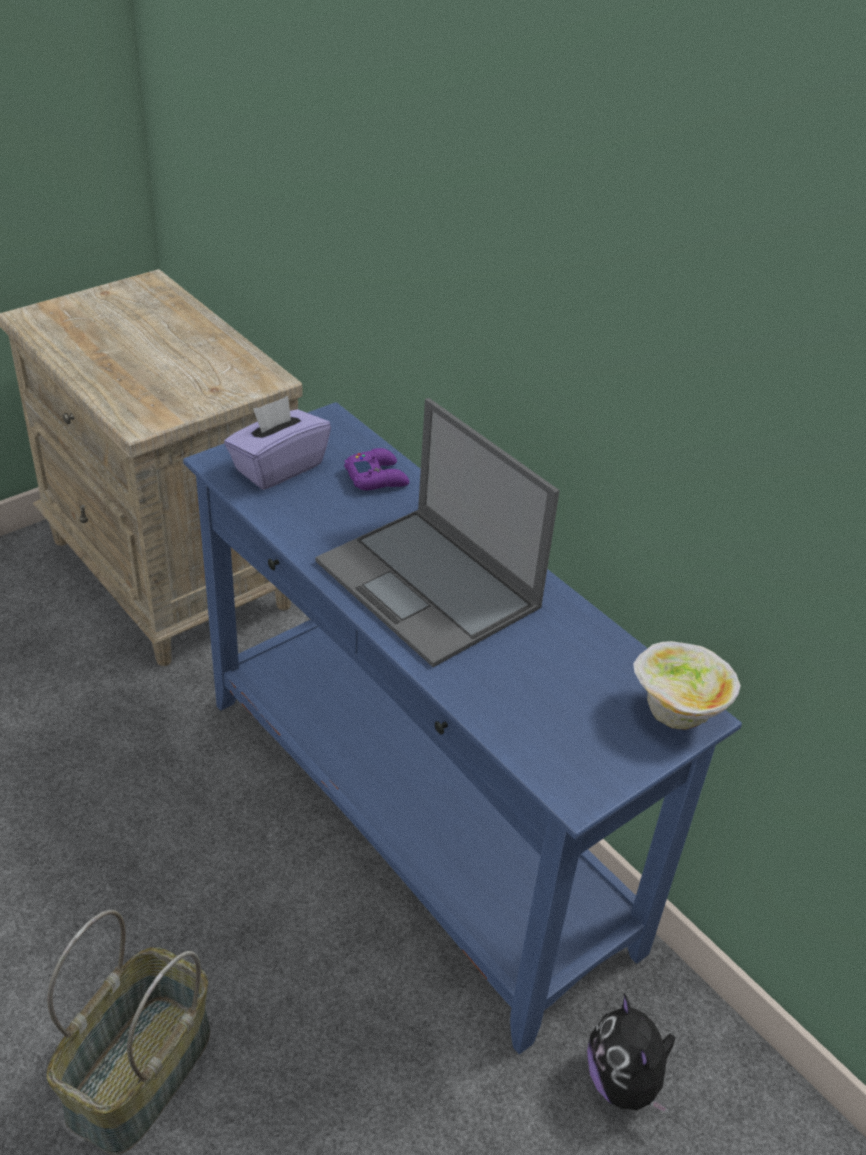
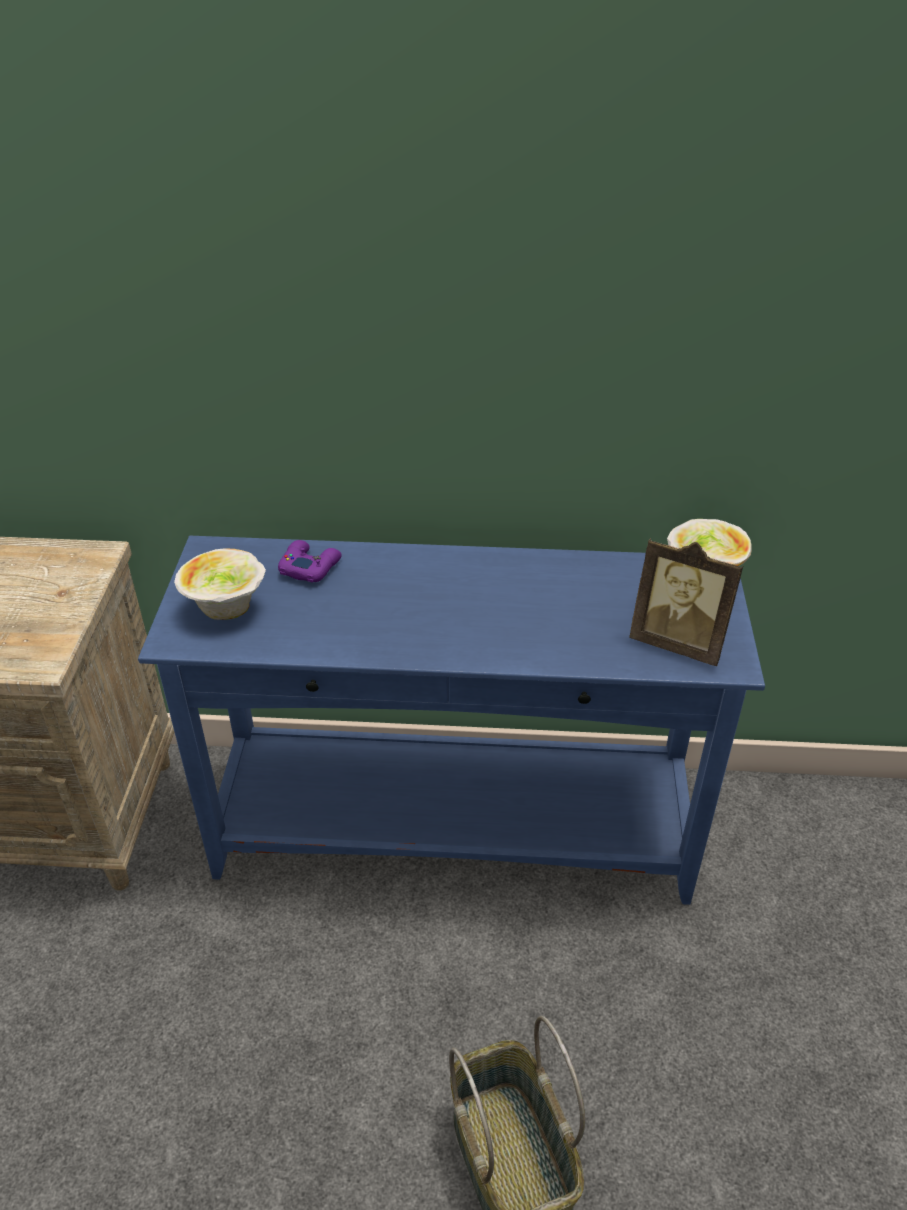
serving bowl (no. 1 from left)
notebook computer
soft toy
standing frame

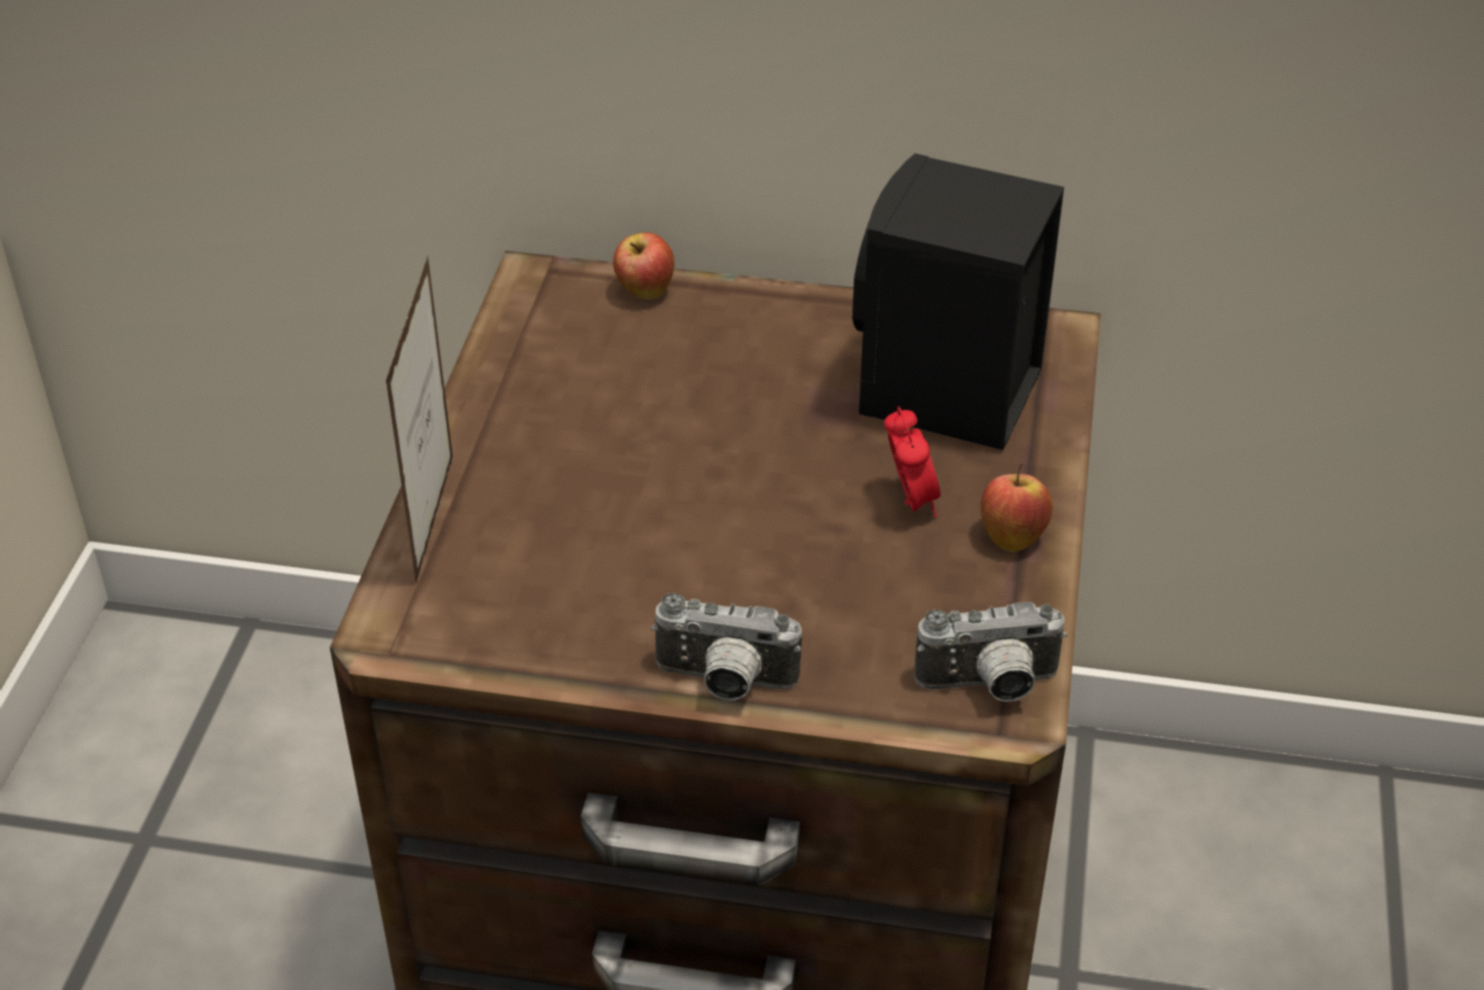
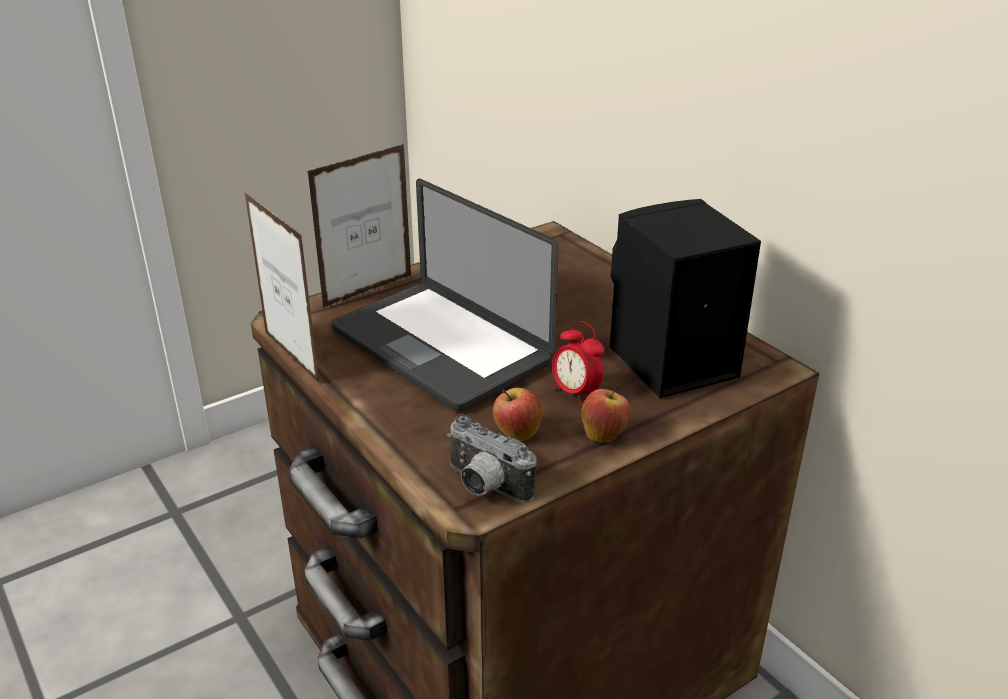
apple (no. 1 from left)
still camera (no. 1 from left in the first image)
bedside clock
standing frame (no. 1 from left)
notebook computer

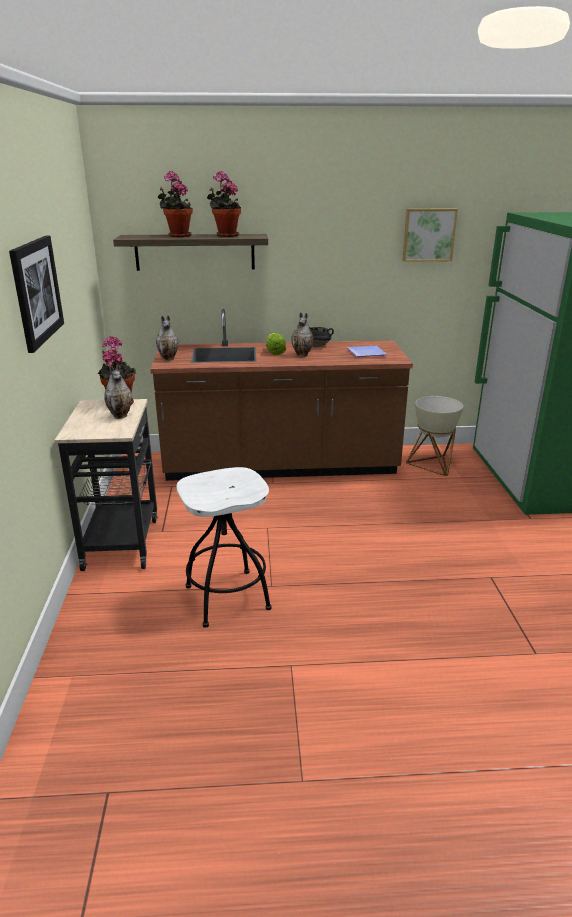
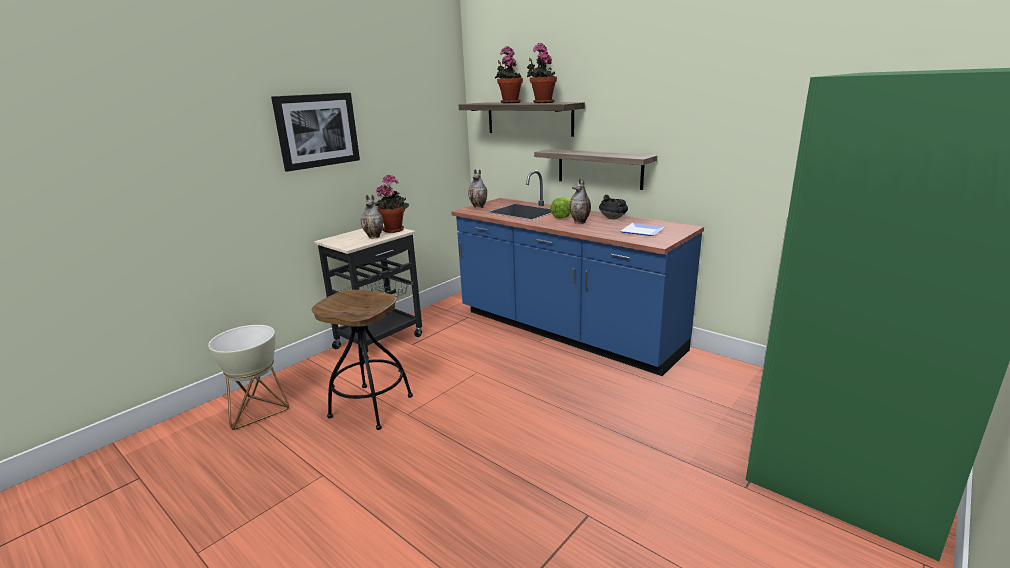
blue-coloured kitchen base unit
brown-coloured stool
wall art (no. 2 from left in the first image)
plant pot
wall shelf (no. 2 from left)

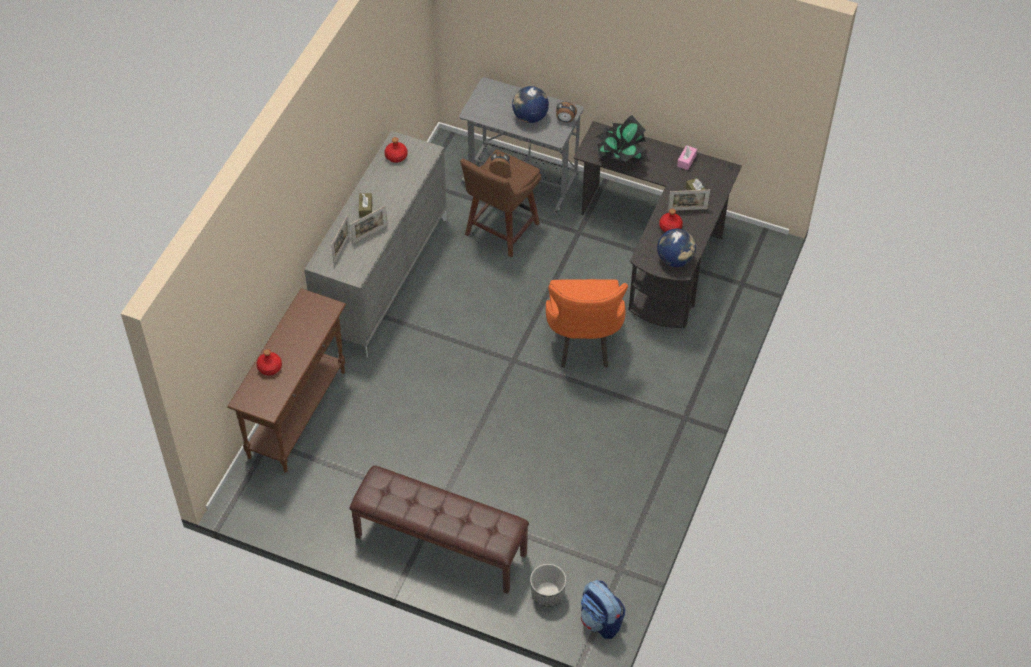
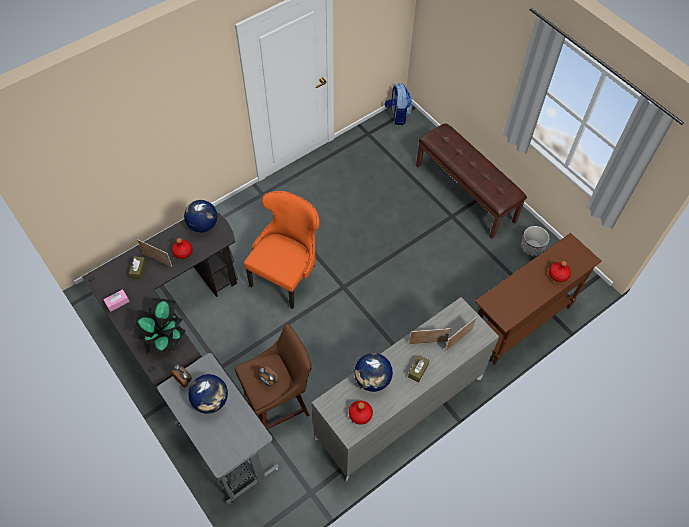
plant pot
world globe (no. 3 from left)

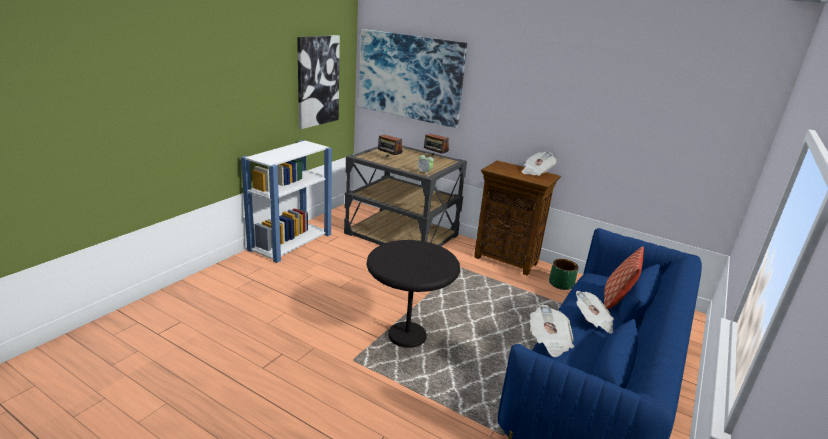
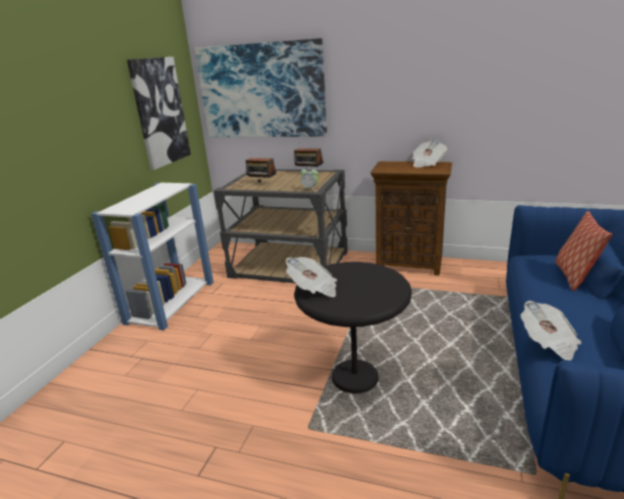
green-coloured plant pot
printed paper (no. 1 from left)

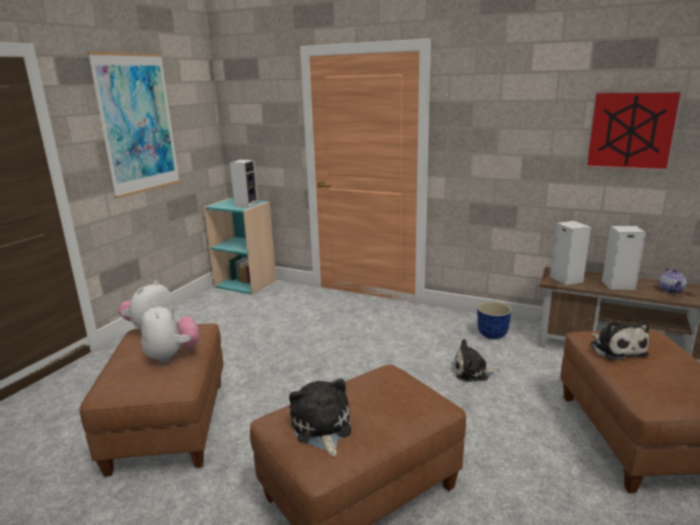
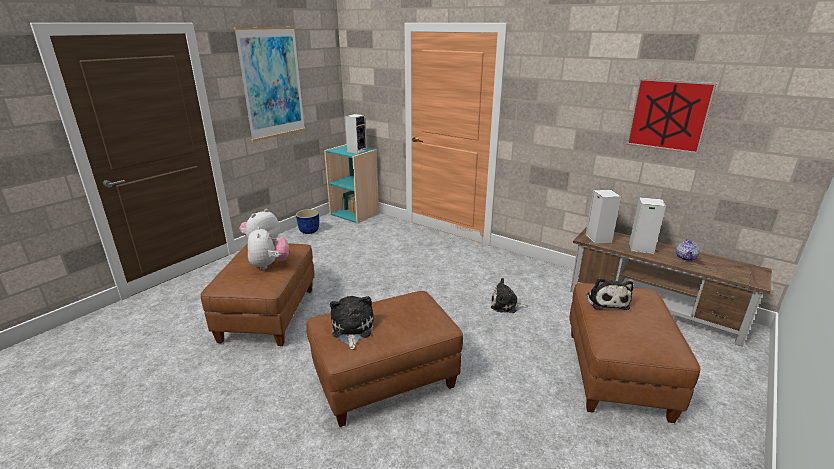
plant pot

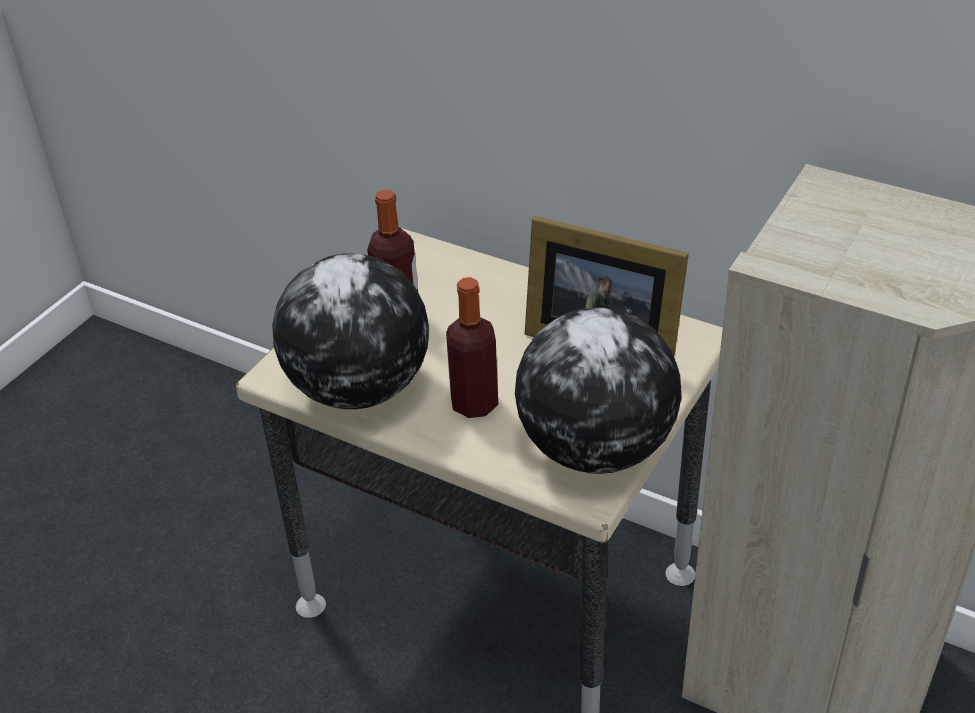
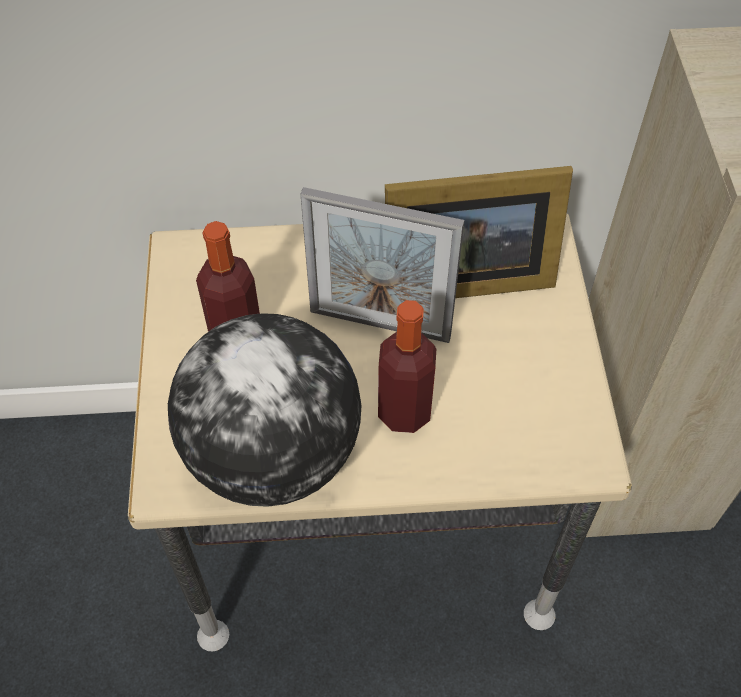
world globe (no. 2 from left in the first image)
standing frame (no. 1 from left)

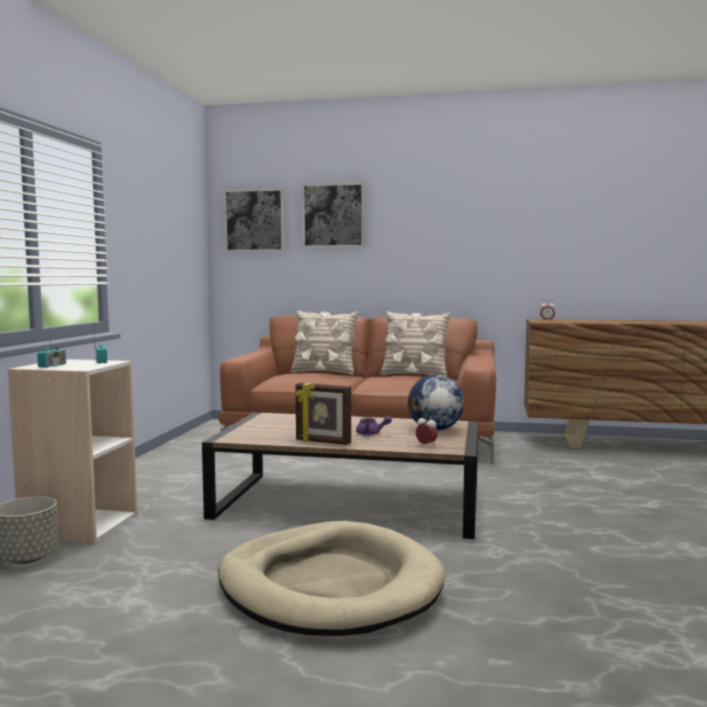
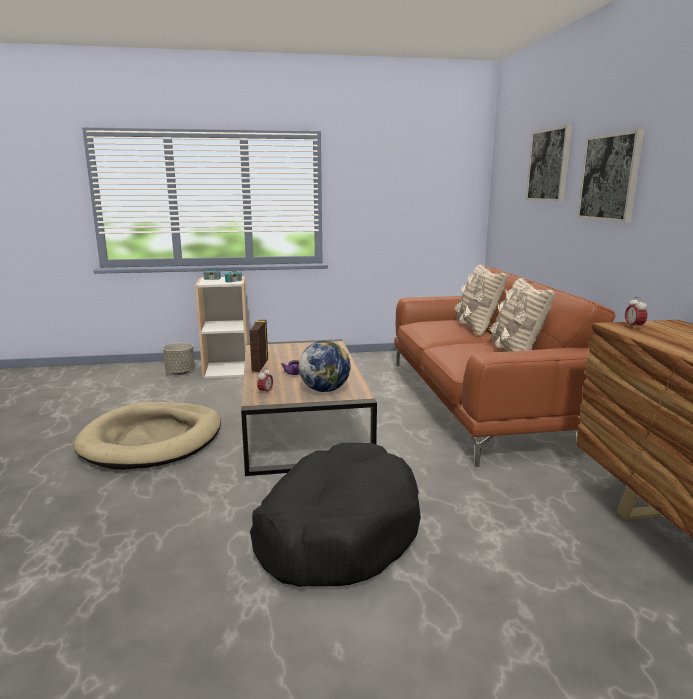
wall art (no. 2 from left)
black pet bed

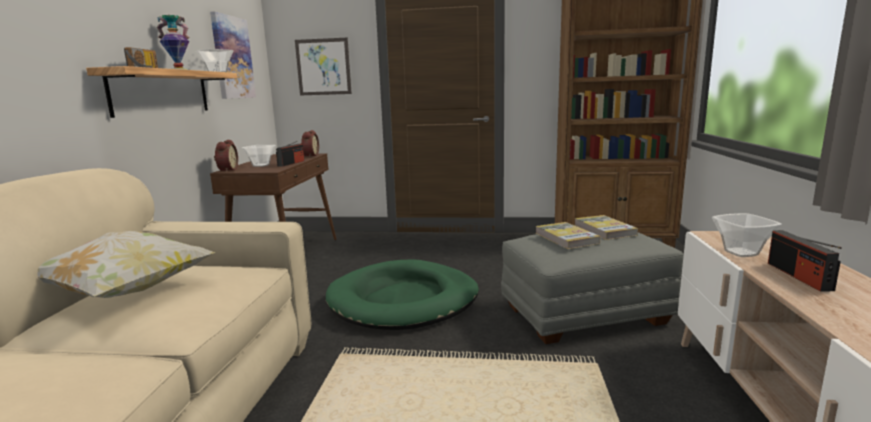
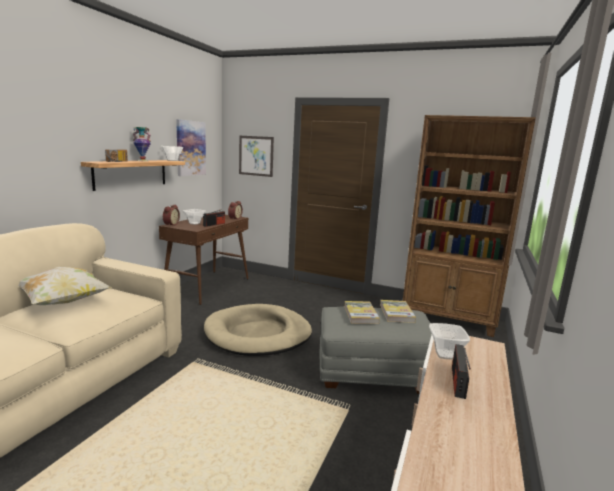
beige-coloured pet bed

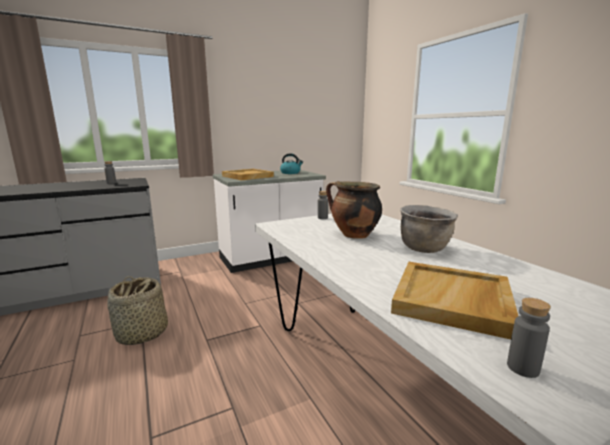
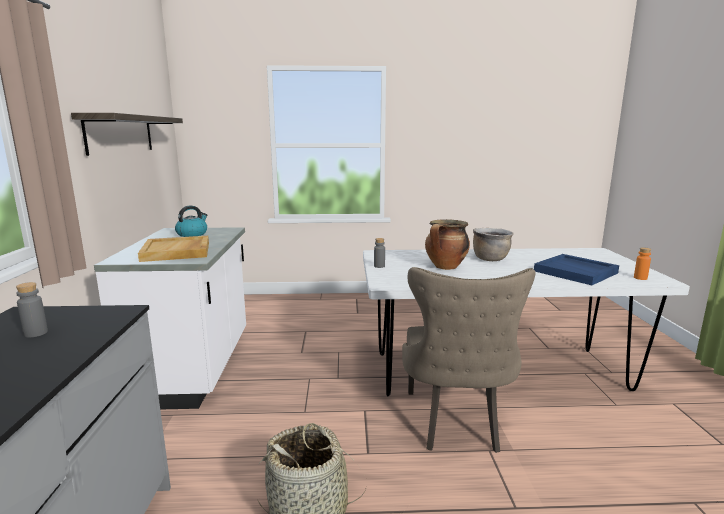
blue-coloured serving tray
orange-coloured bottle
wall shelf
beige-coloured chair

